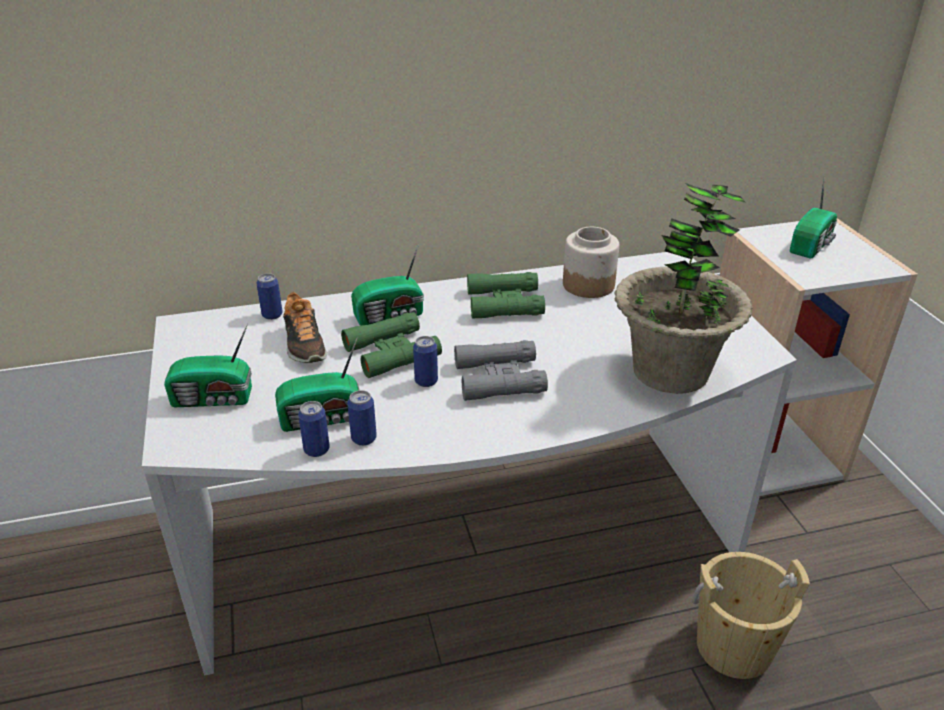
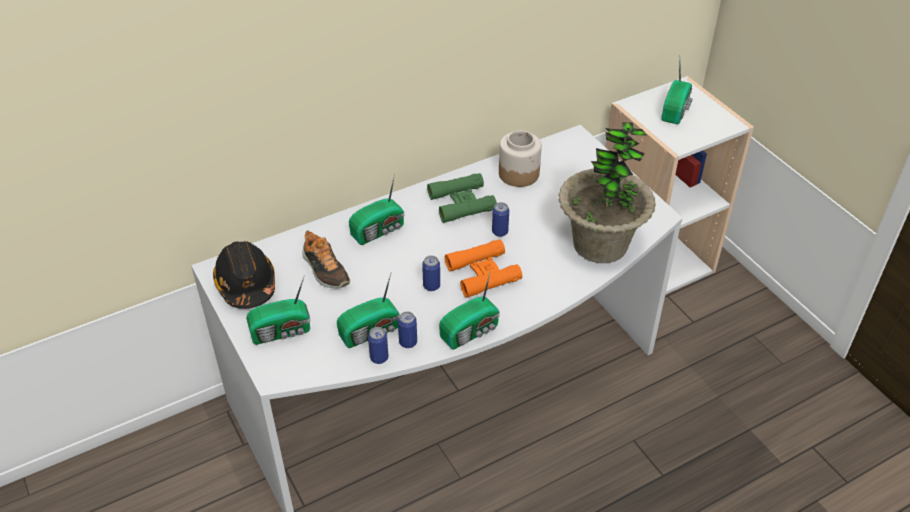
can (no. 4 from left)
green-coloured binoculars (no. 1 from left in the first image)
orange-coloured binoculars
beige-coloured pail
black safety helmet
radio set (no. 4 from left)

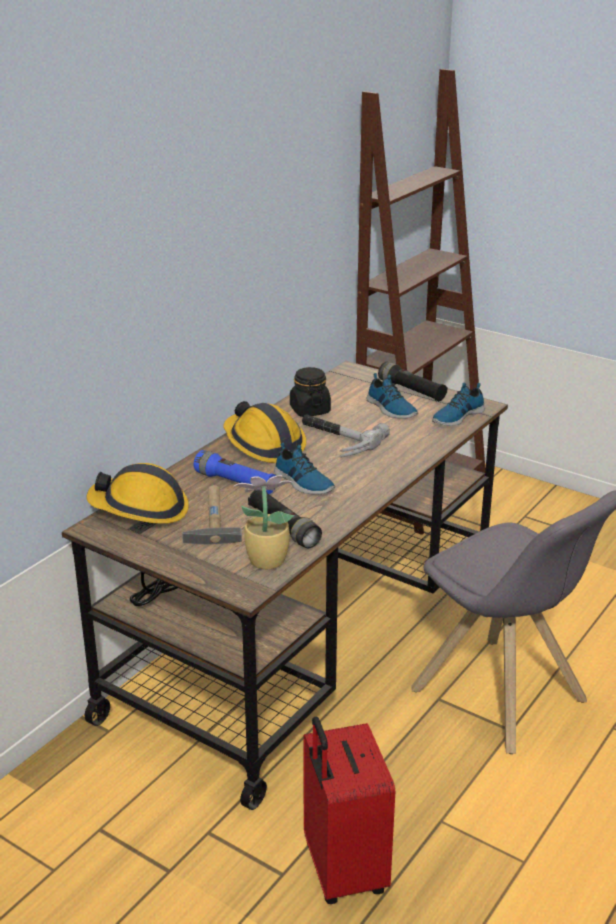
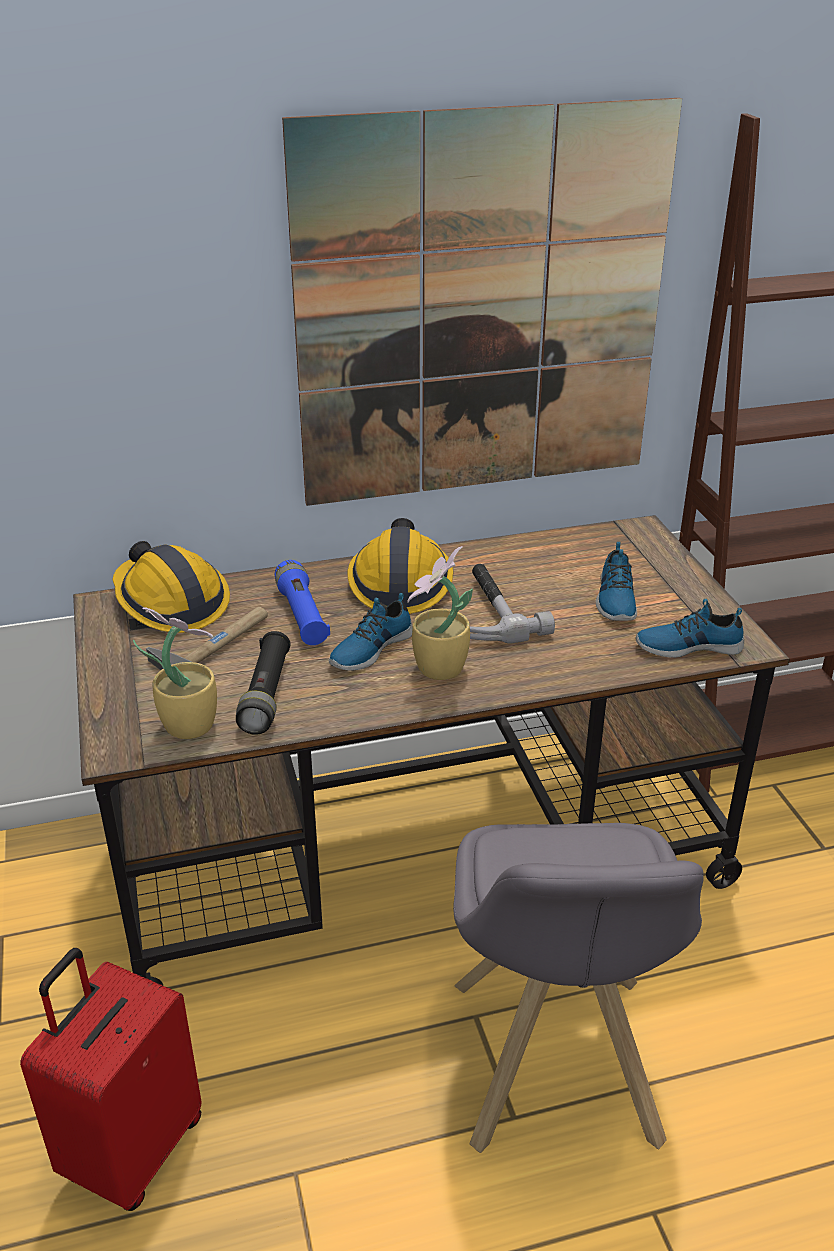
low shoe (no. 1 from left)
black jar
black torch (no. 2 from left in the first image)
wall art
houseplant (no. 2 from left)

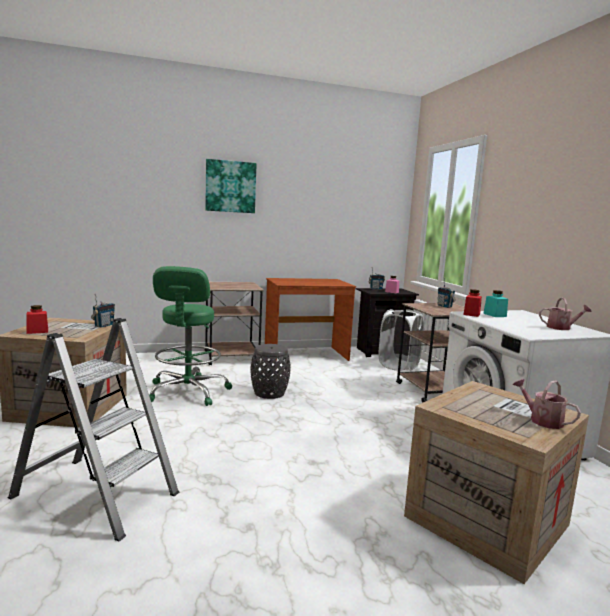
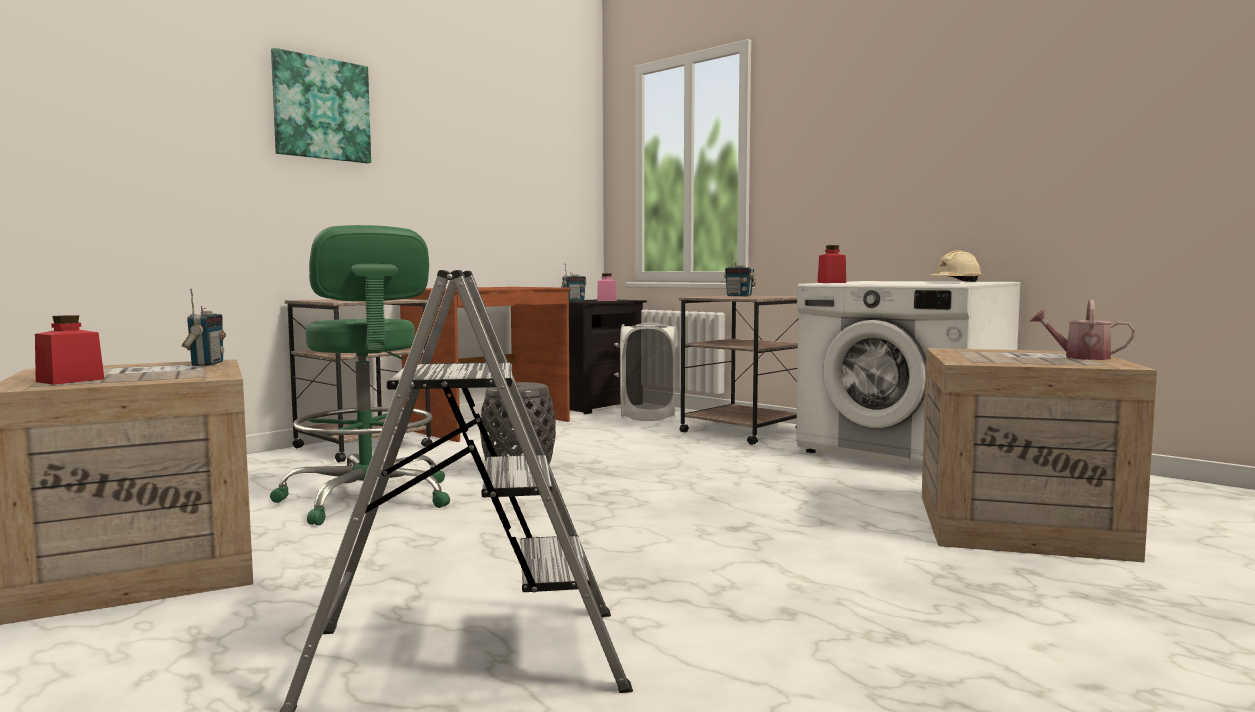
turquoise jar
beige-coloured safety helmet

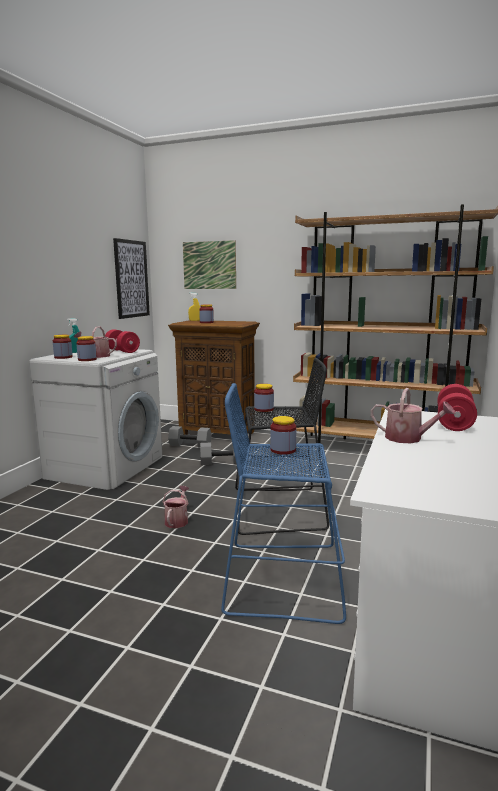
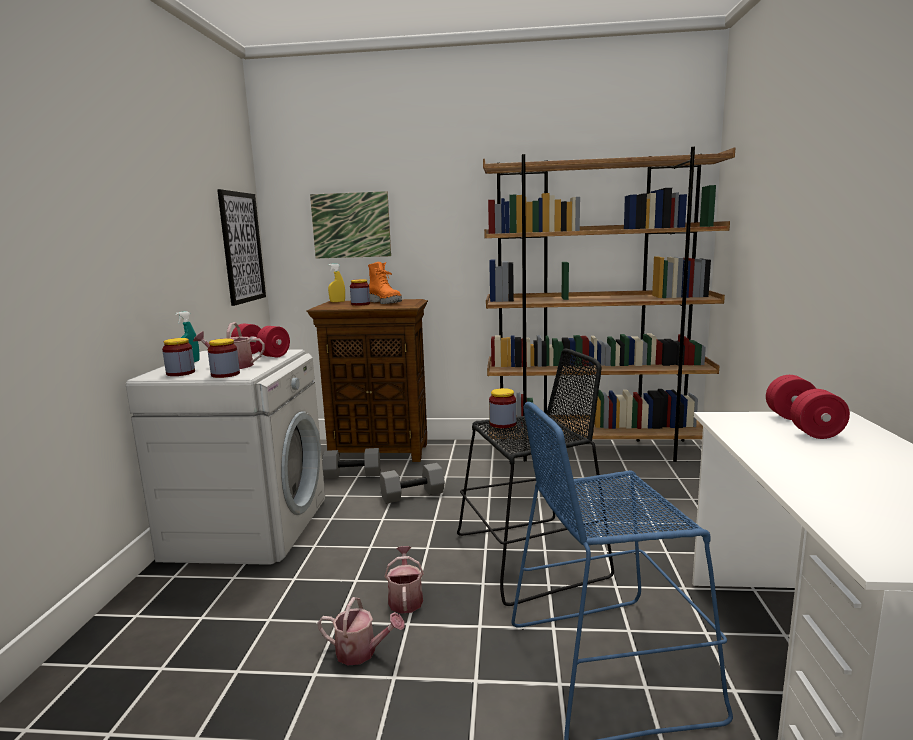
jar (no. 5 from left in the first image)
sprinkling can (no. 2 from left)
orange-coloured tall boot

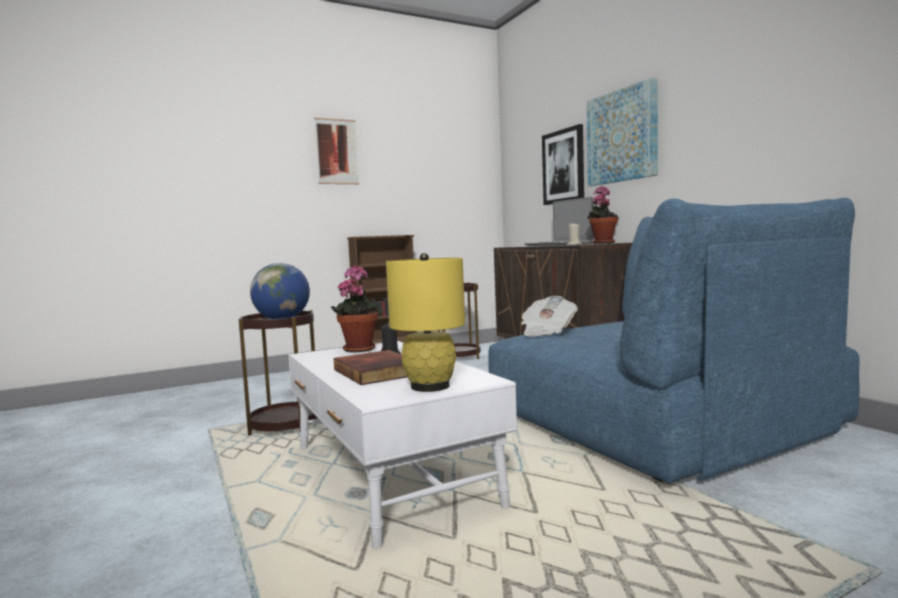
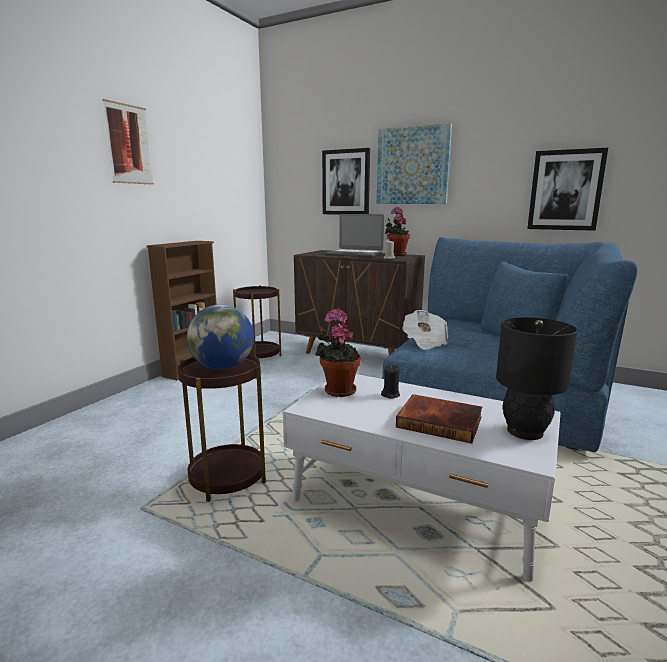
black tabletop lamp
wall art (no. 4 from left)

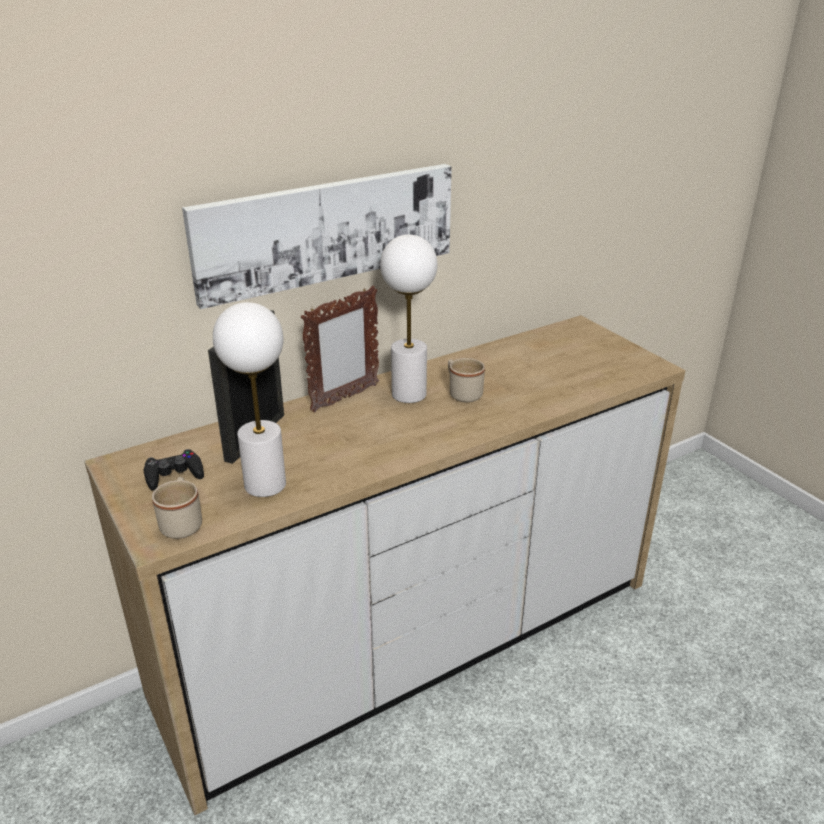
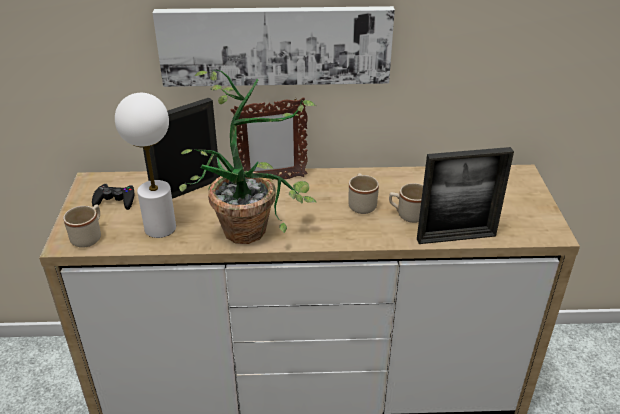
white tabletop lamp (no. 2 from left in the first image)
houseplant
beige-coloured tea mug (no. 3 from left)
standing frame (no. 3 from left)

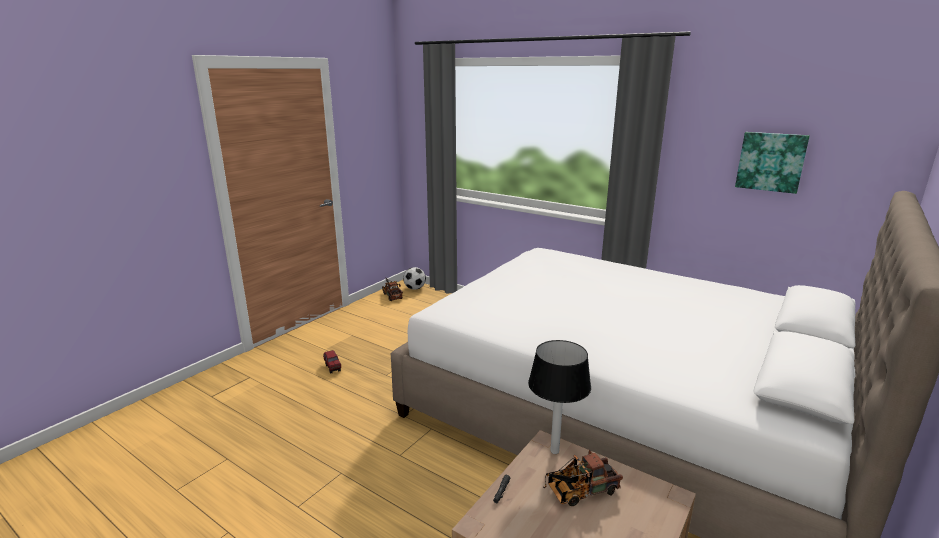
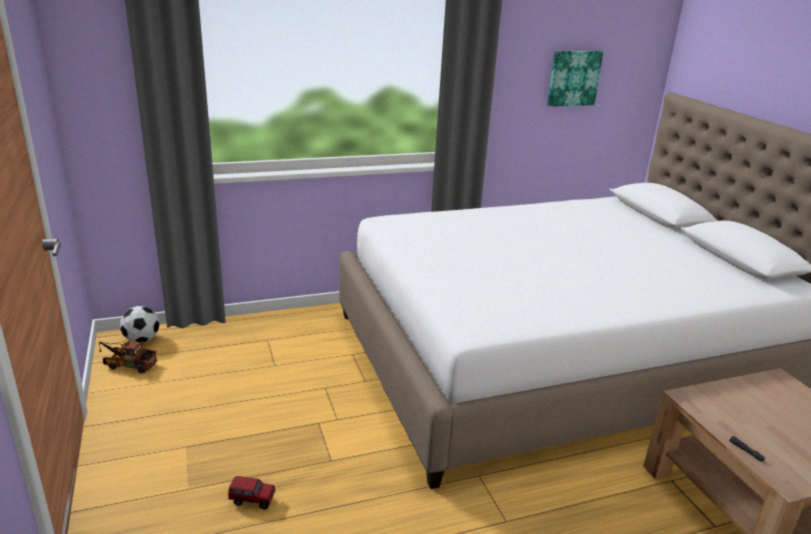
tabletop lamp
toy truck (no. 3 from left in the first image)

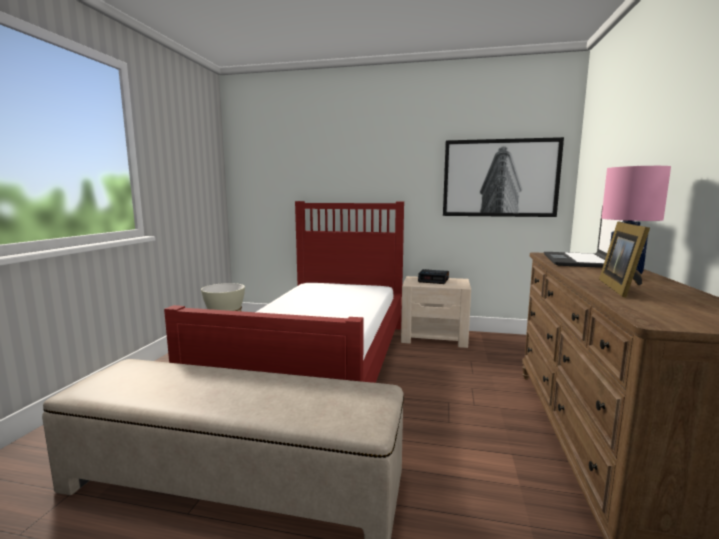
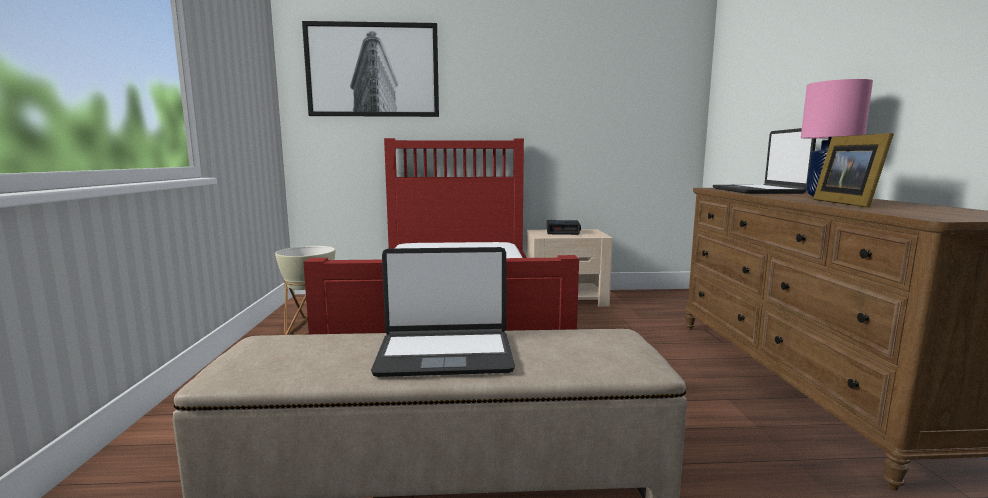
wall art
notebook computer (no. 1 from left)

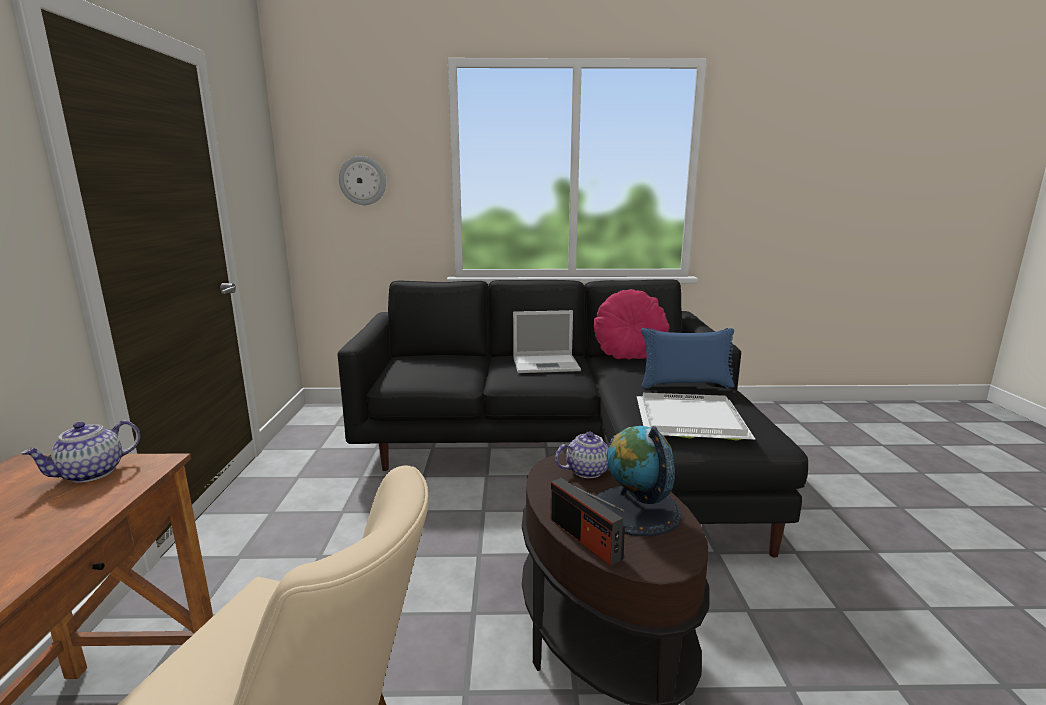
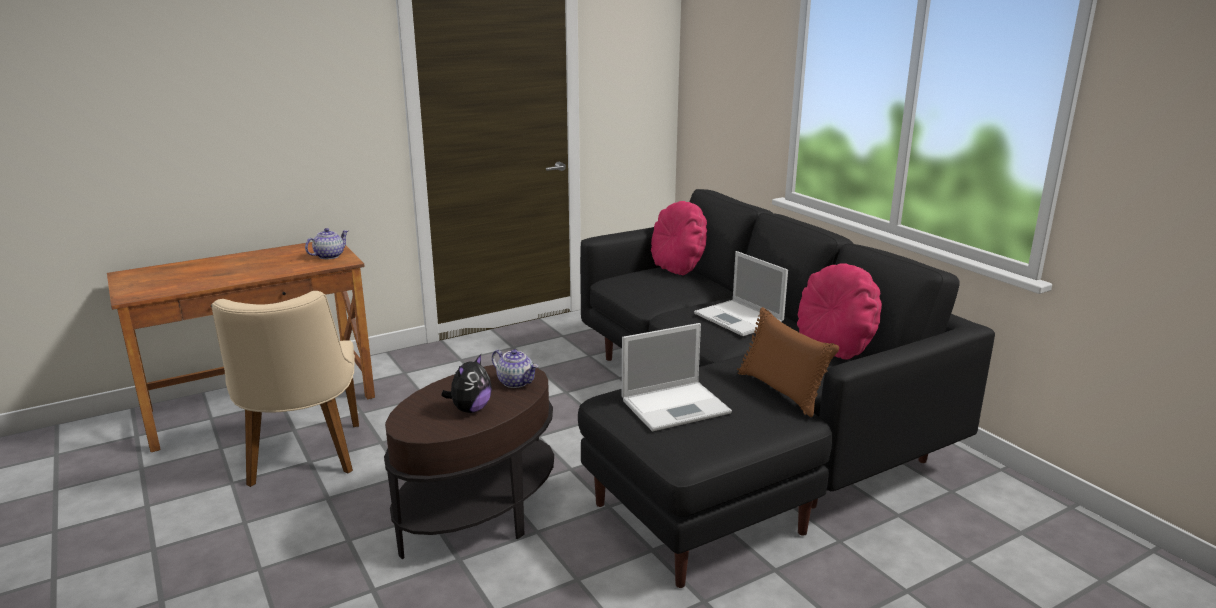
pot for tea (no. 1 from left)
clock on the wall
radio set
soft toy
notebook computer (no. 1 from left)
brown-coloured pillow
pinkish pillow (no. 1 from left)

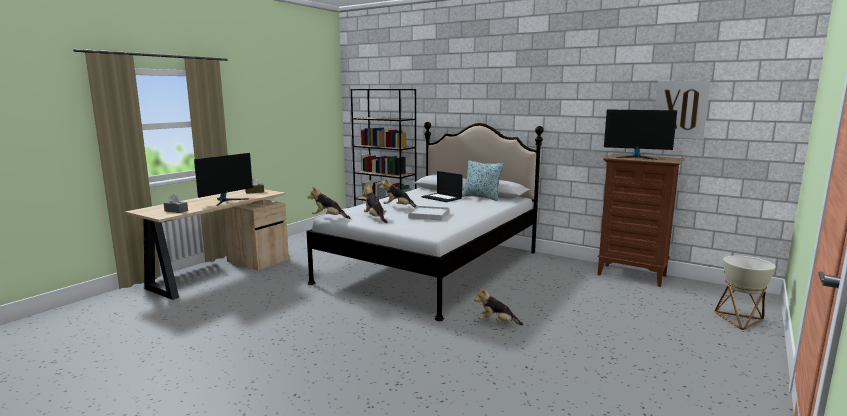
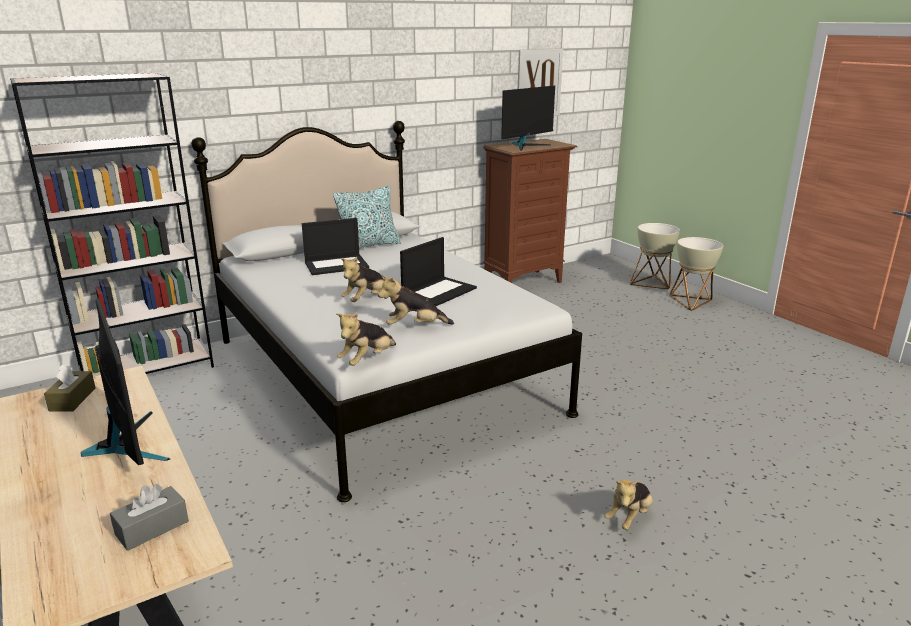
notebook computer (no. 2 from left)
soft toy (no. 4 from left)
plant pot (no. 2 from left)

